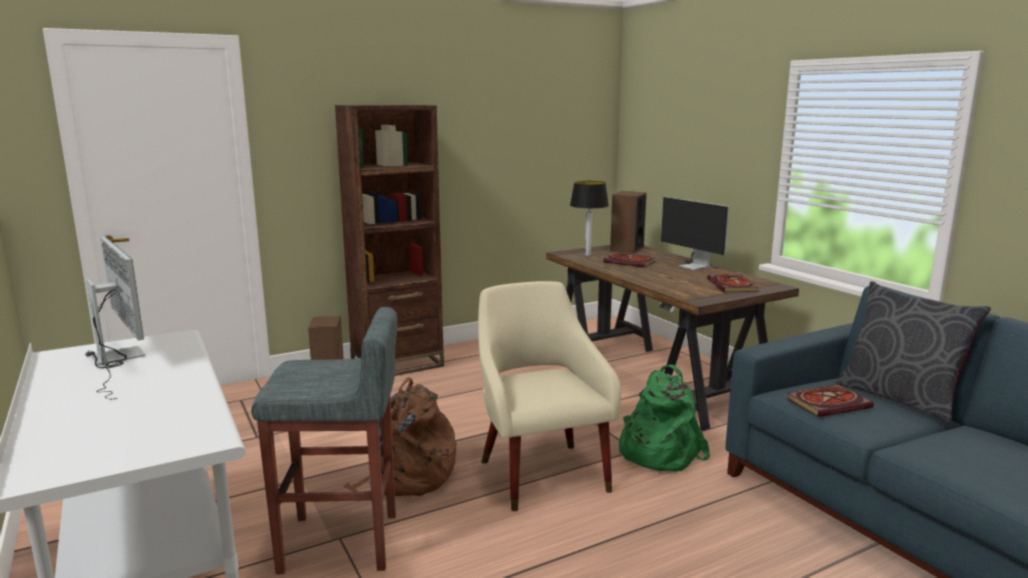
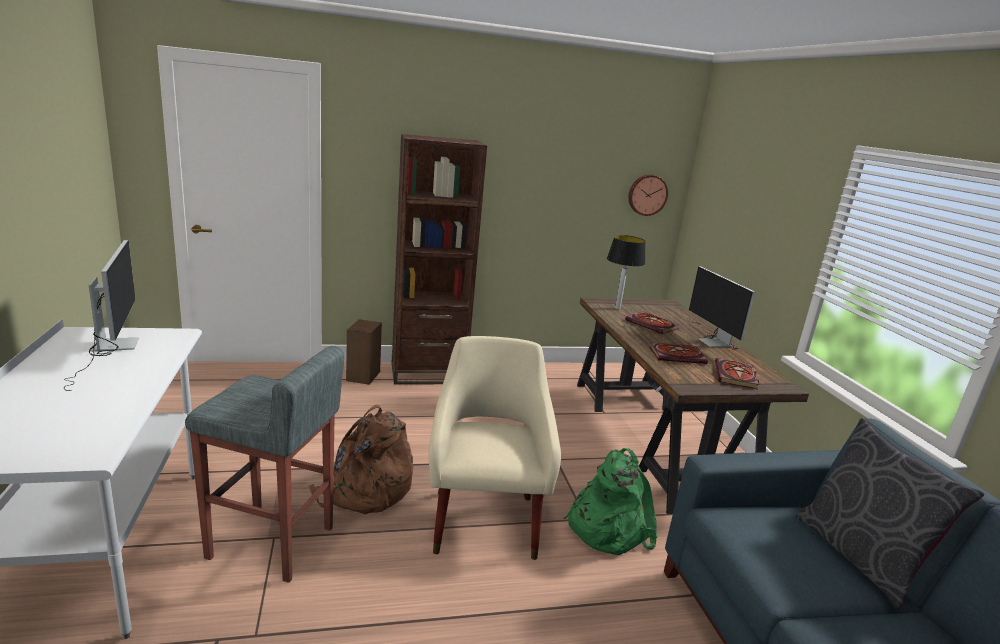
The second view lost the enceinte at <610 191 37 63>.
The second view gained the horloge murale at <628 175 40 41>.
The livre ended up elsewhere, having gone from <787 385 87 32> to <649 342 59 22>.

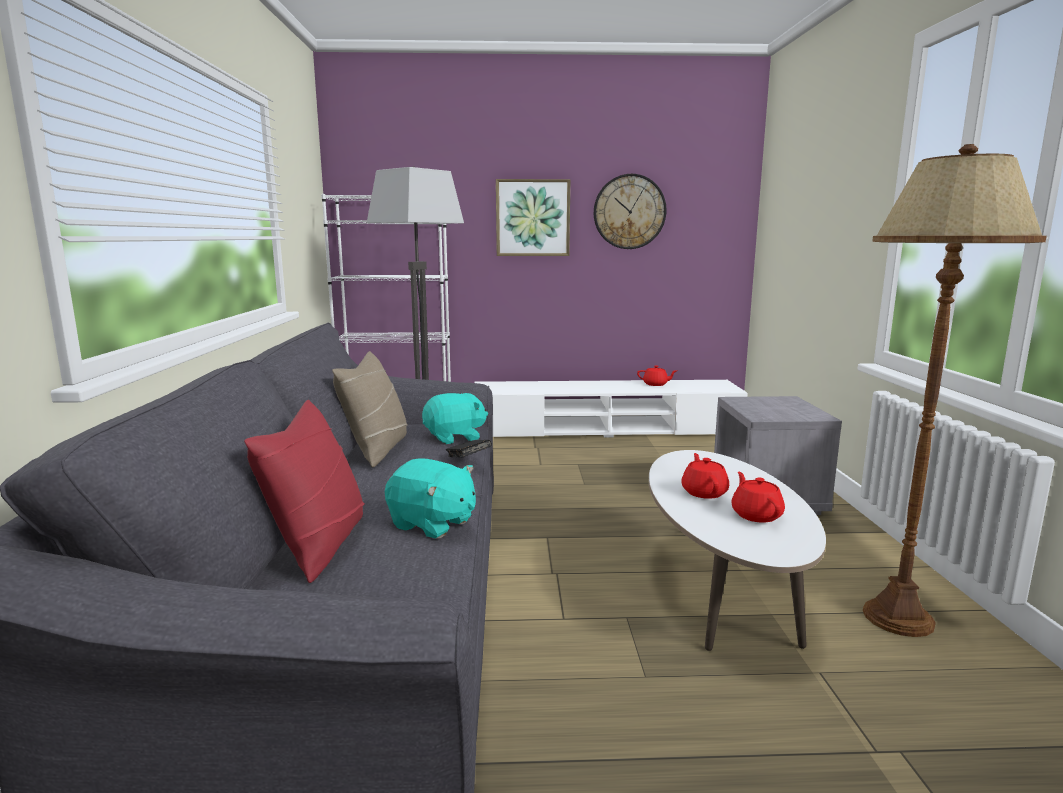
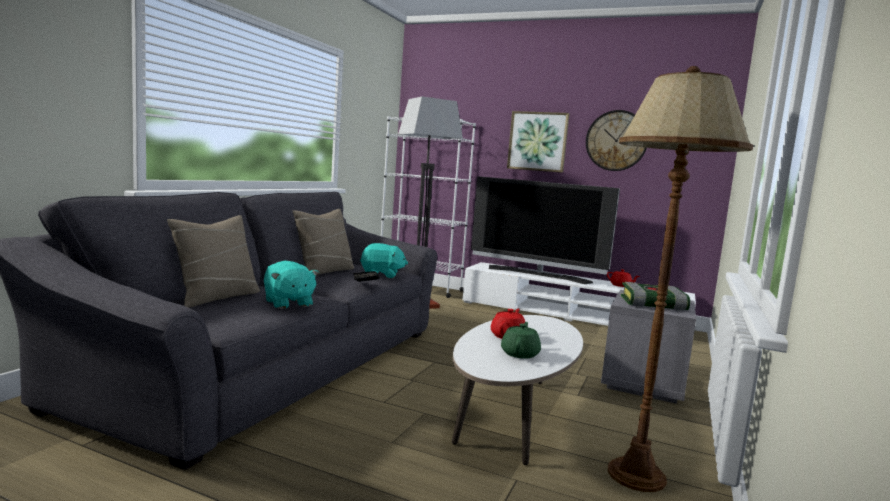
The second view gained the téléviseur at <471 176 149 108>.
The second view gained the livre at <621 282 69 29>.
What was the coussin (rouge) at <244 400 121 183> turned into the coussin (beige) at <167 215 93 93>.
What was the théière (rouge) at <731 472 54 51> turned into the théière (vert) at <501 322 40 37>.

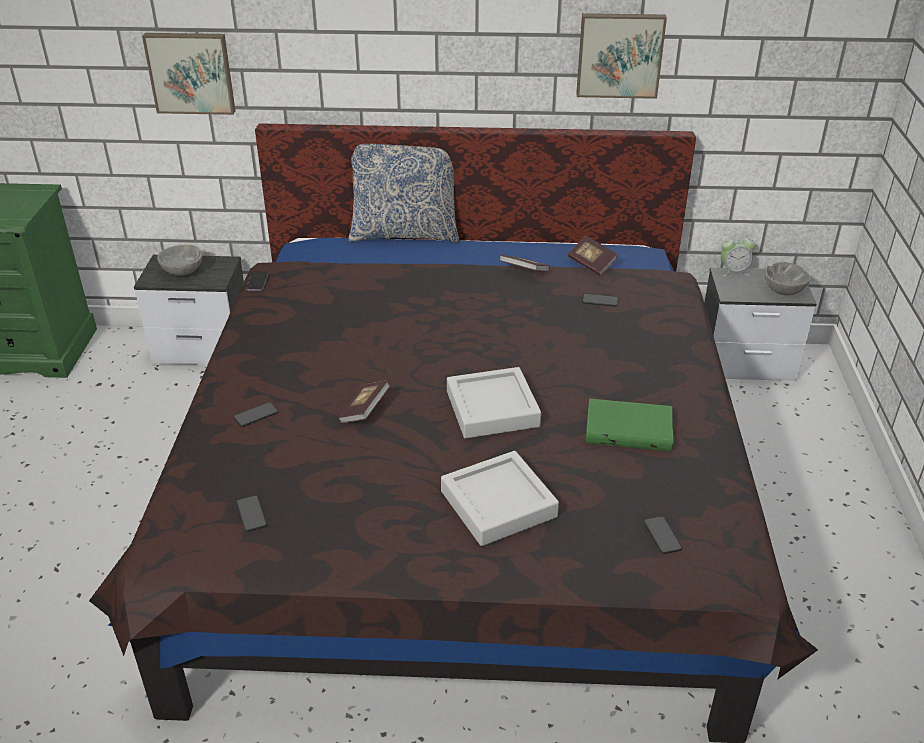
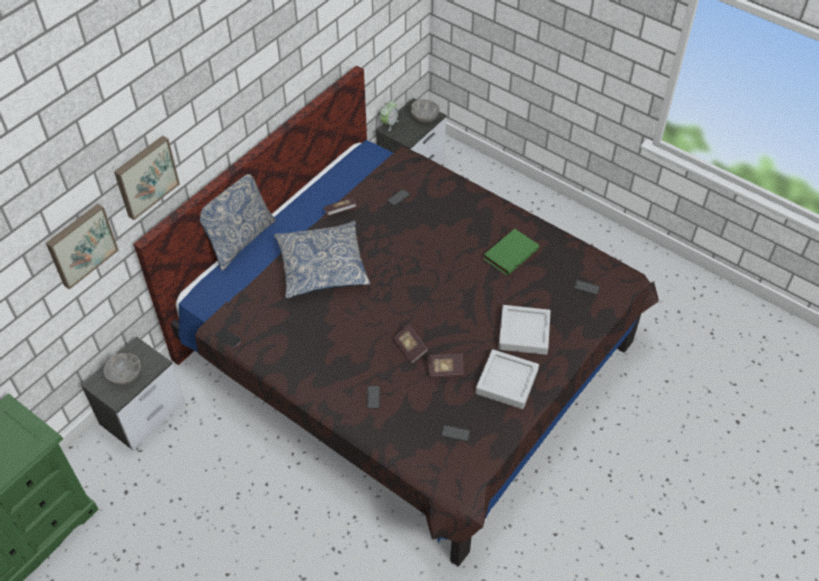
The second view gained the coussin at <274 221 96 77>.
The plateau (gris) ended up elsewhere, having gone from <447 367 94 71> to <476 349 63 60>.
The livre ended up elsewhere, having gone from <568 236 49 40> to <428 353 36 25>.
The tableau ended up elsewhere, having gone from <576 13 91 86> to <114 136 66 84>.

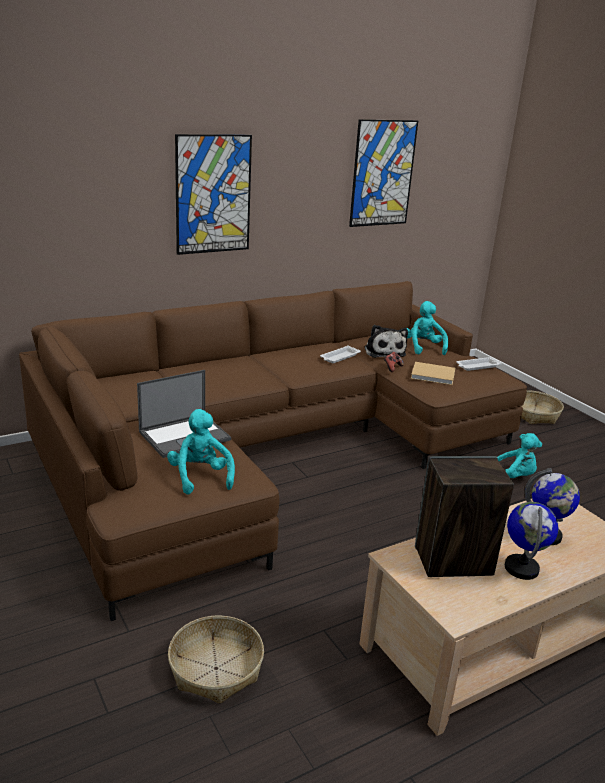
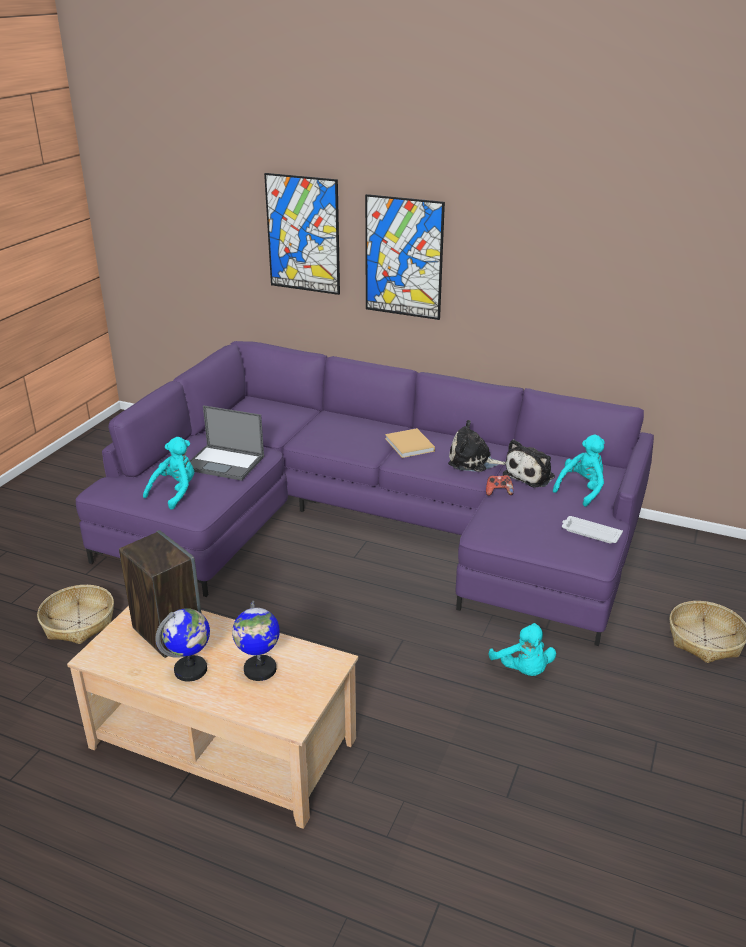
The tableau ended up elsewhere, having gone from <349 119 69 108> to <264 173 76 122>.
The livre (beige) ended up elsewhere, having gone from <411 362 44 23> to <385 428 50 30>.
Where the plateau (blanc) stood at <320 345 41 18>, the peluche came to stand at <448 420 58 52>.
What was the canapé (marron) at <19 281 508 340> turned into the canapé (violet) at <76 341 578 305>.

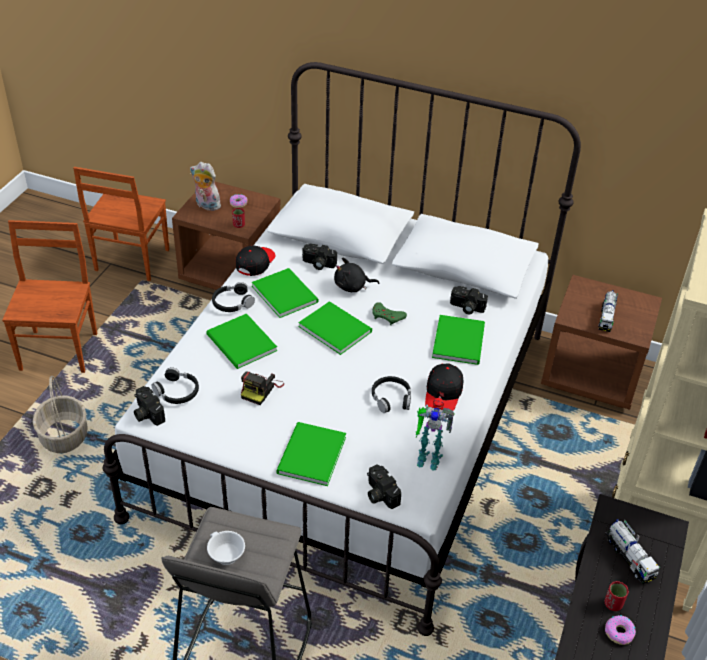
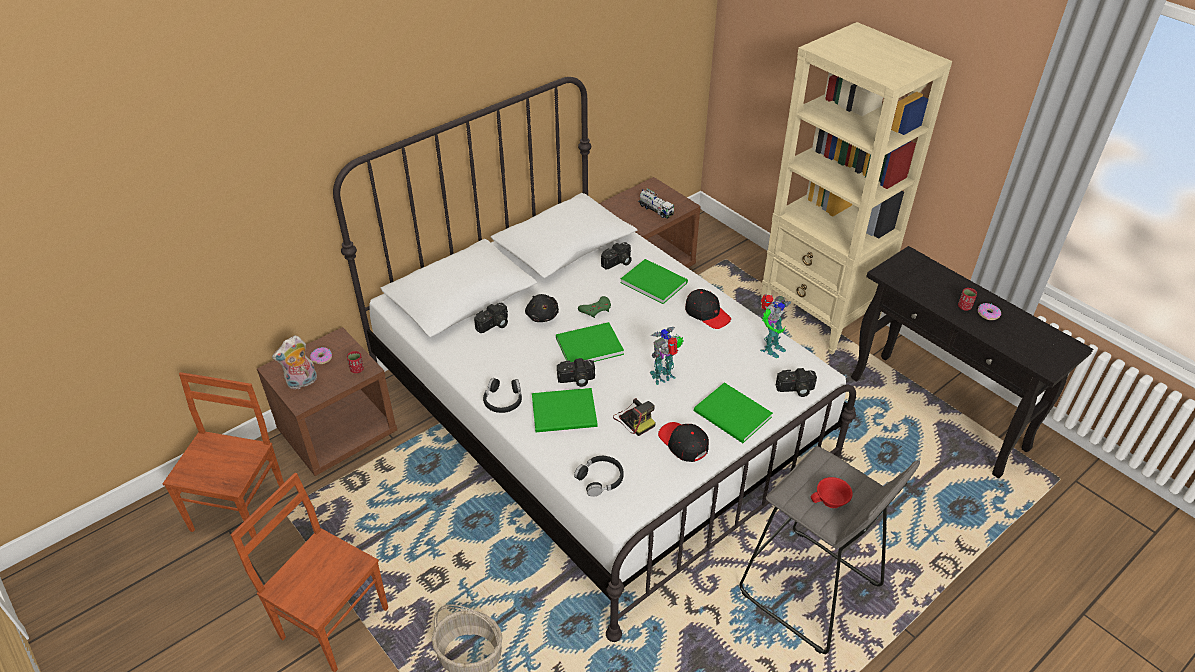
The second view lost the livre (vert) at <252 268 67 50>.
The second view lost the casque audio (noir) at <372 376 39 37>.
The second view lost the camion jouet at <606 519 54 65>.
The second view gained the robot jouet at <650 327 34 58>.
The appareil photo ended up elsewhere, having gone from <134 386 31 40> to <557 358 38 29>.
The casquette (noir) ended up elsewhere, having gone from <236 245 40 31> to <658 422 51 40>.
What was the tasse (blanc) at <207 531 38 34> turned into the tasse (rouge) at <811 477 42 31>.
The chaise (marron) at <73 167 96 114> ended up facing another way, 120 degrees counterclockwise from before.
The peluche (noir) at <334 257 45 35> ended up facing another way, 45 degrees counterclockwise from before.

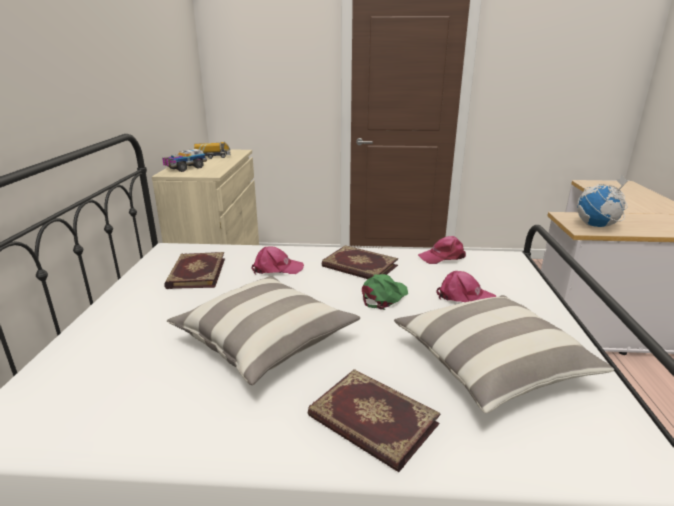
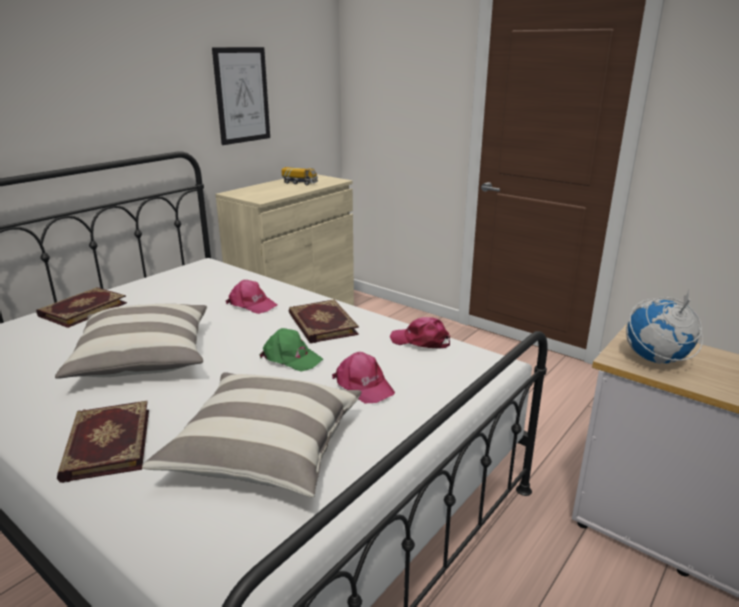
The second view lost the camion jouet at <162 149 45 23>.
The second view gained the tableau at <212 47 58 98>.
The livre ended up elsewhere, having gone from <164 252 61 37> to <36 287 91 41>.
The casquette (vert) at <362 274 46 36> ended up facing another way, 45 degrees clockwise from before.

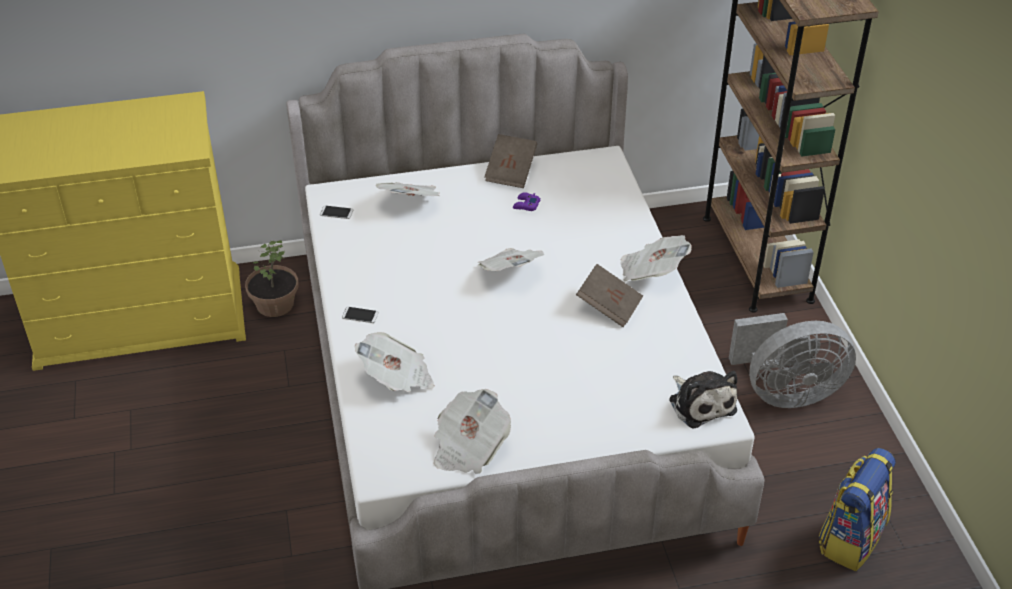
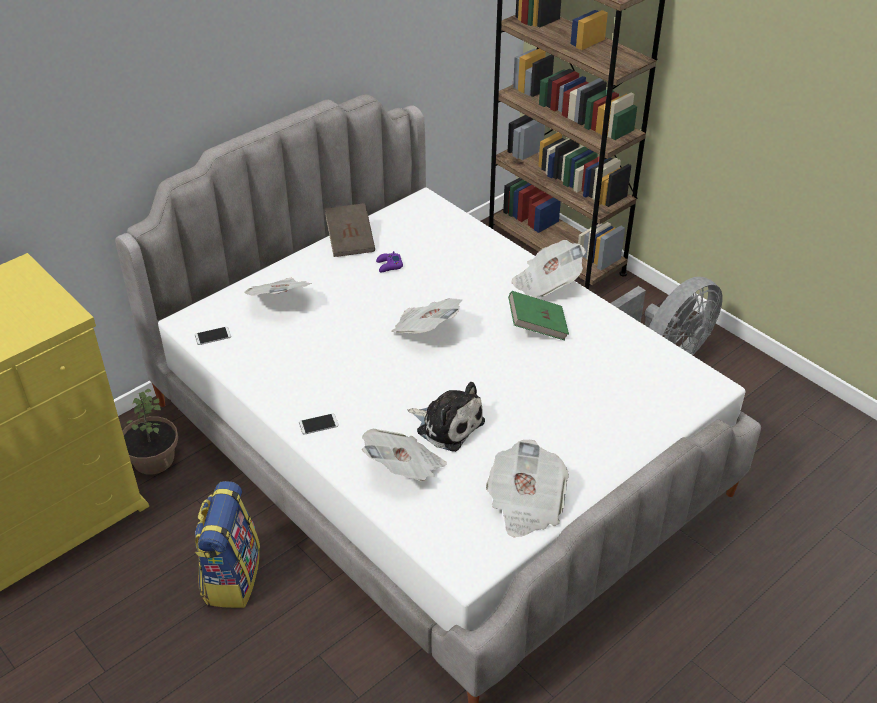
The peluche ended up elsewhere, having gone from <669 371 68 58> to <407 382 78 70>.
The sac à dos ended up elsewhere, having gone from <819 448 77 123> to <195 481 65 127>.
What was the livre (marron) at <576 264 67 63> turned into the livre (vert) at <508 291 61 50>.

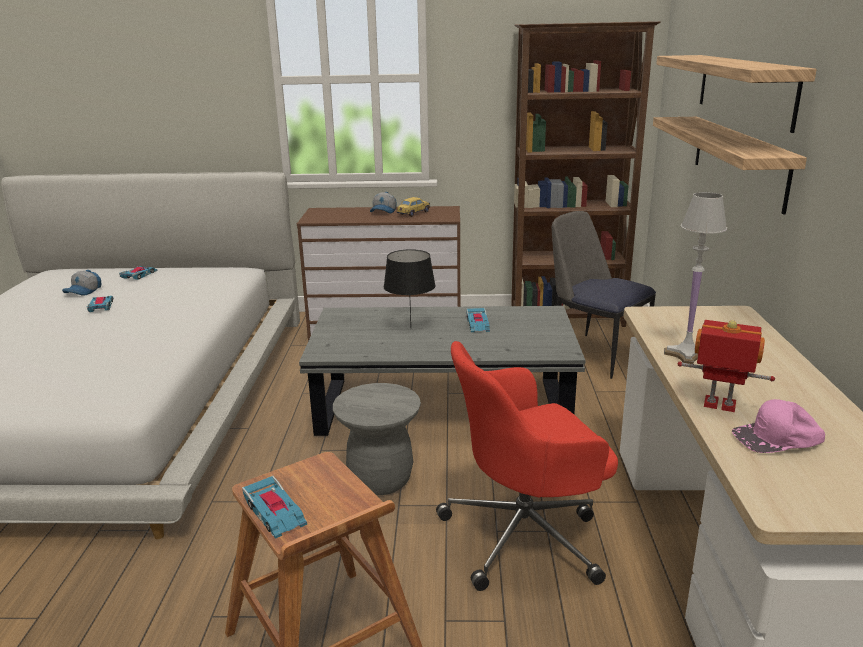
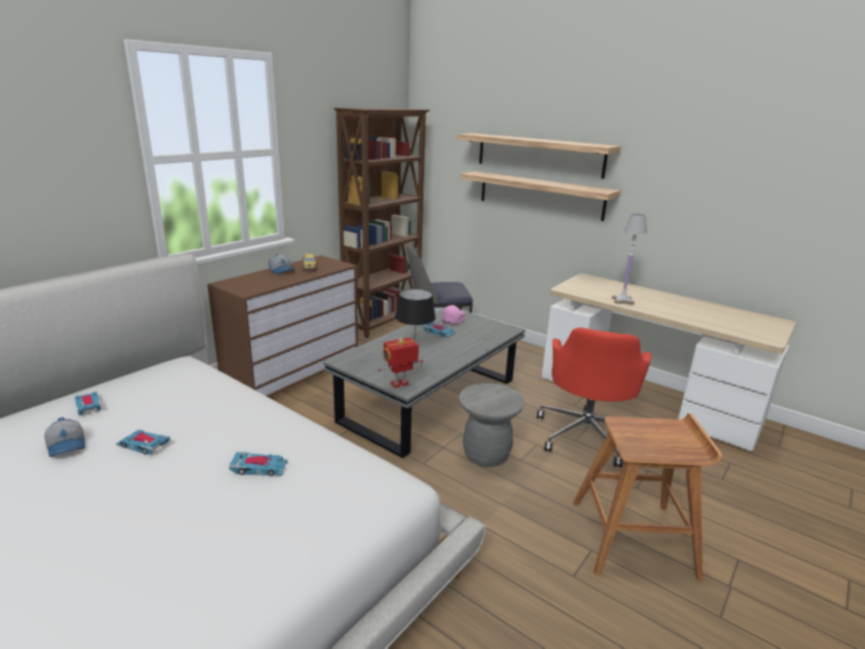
The petite voiture ended up elsewhere, having gone from <242 476 65 63> to <229 451 58 25>.
The robot jouet ended up elsewhere, having gone from <677 320 98 92> to <378 337 45 51>.
The casquette (rose) ended up elsewhere, having gone from <732 399 93 54> to <438 305 27 21>.

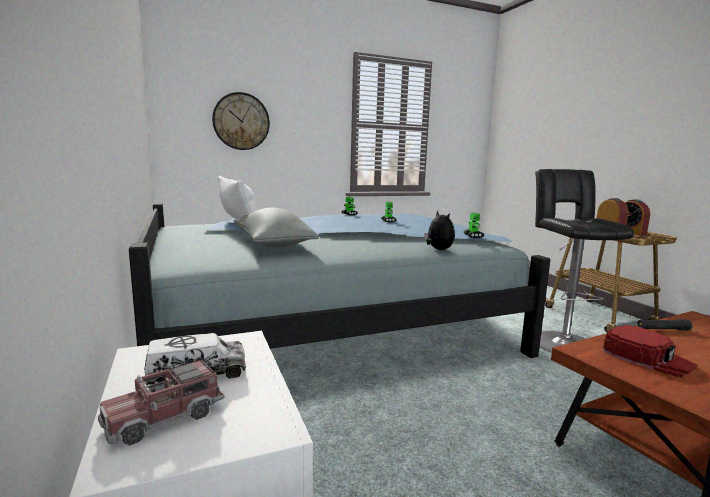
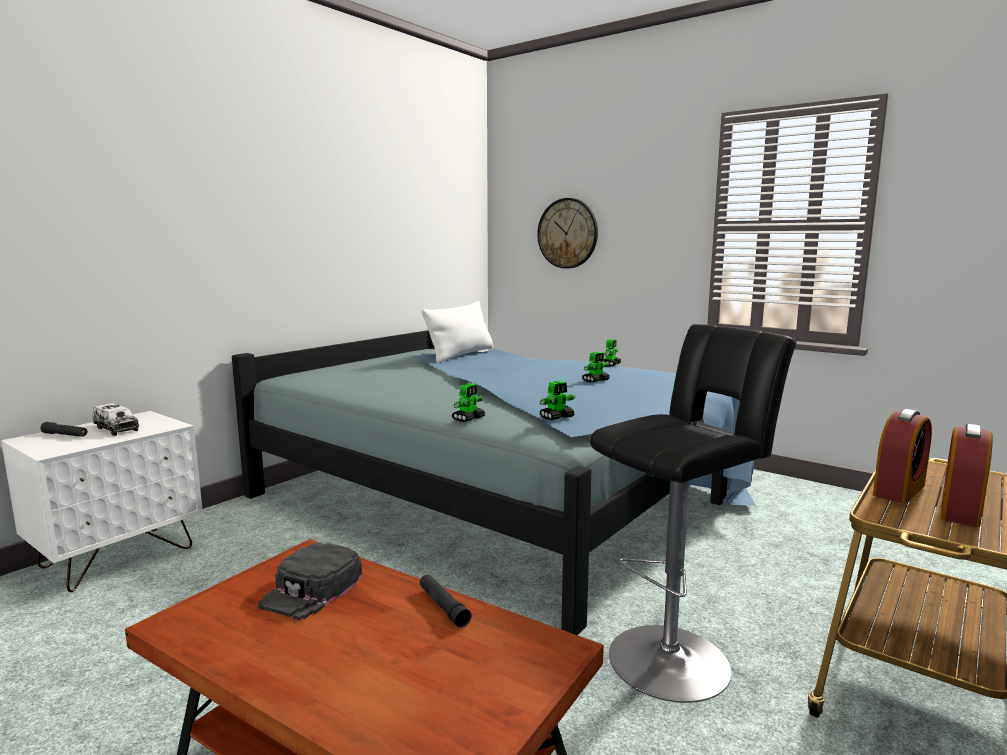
The second view lost the coussin (gris) at <234 207 85 41>.
Where the camion jouet stood at <98 358 126 88>, the lampe de poche (noir) came to stand at <40 422 48 15>.
Where the peluche stood at <424 211 31 39>, the robot jouet came to stand at <452 383 33 39>.
What was the casquette (rouge) at <603 325 95 52> turned into the casquette (noir) at <258 542 104 78>.

